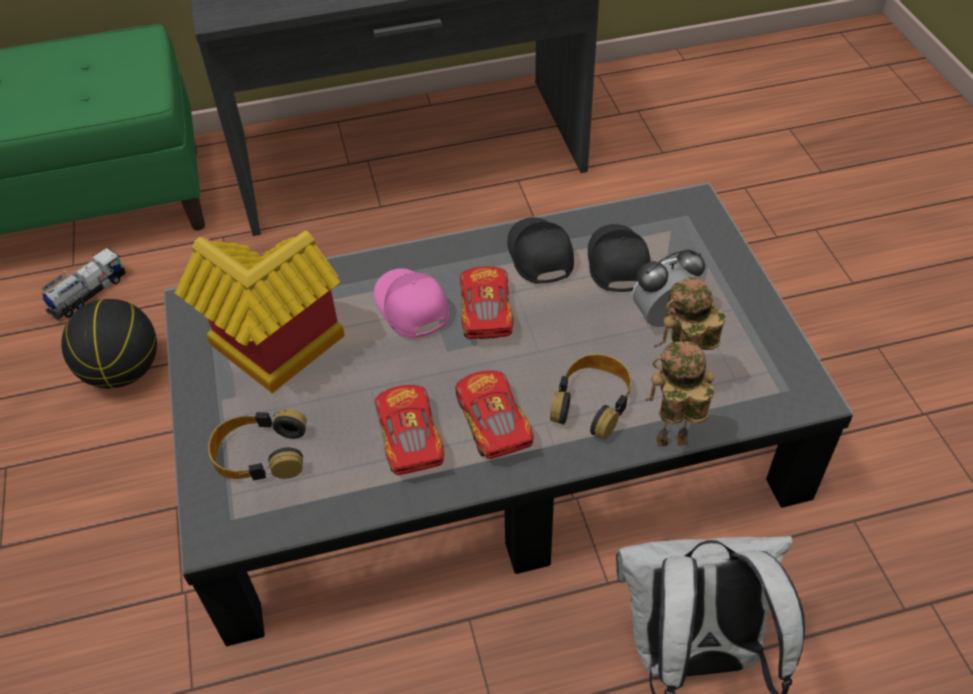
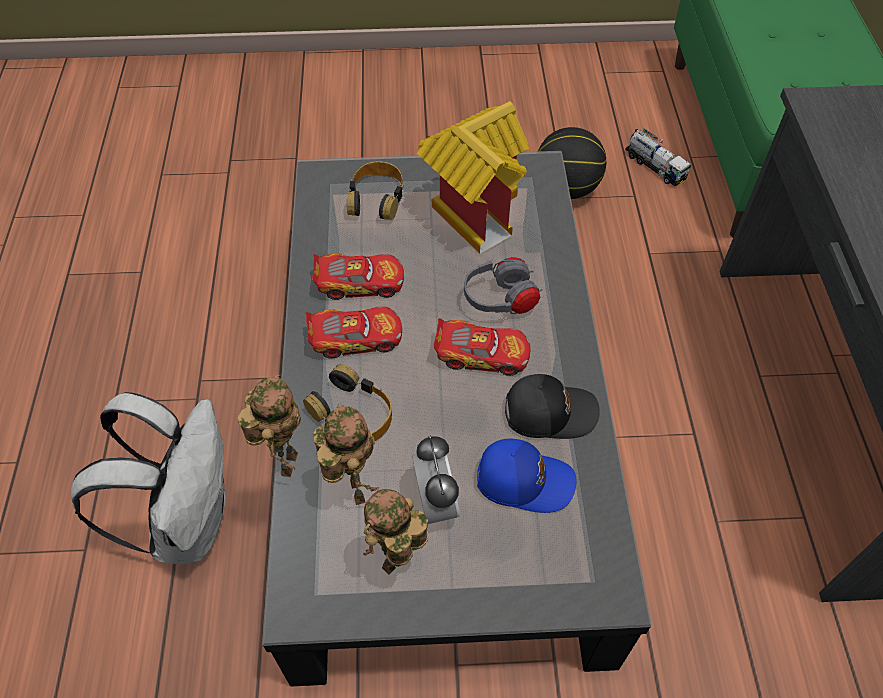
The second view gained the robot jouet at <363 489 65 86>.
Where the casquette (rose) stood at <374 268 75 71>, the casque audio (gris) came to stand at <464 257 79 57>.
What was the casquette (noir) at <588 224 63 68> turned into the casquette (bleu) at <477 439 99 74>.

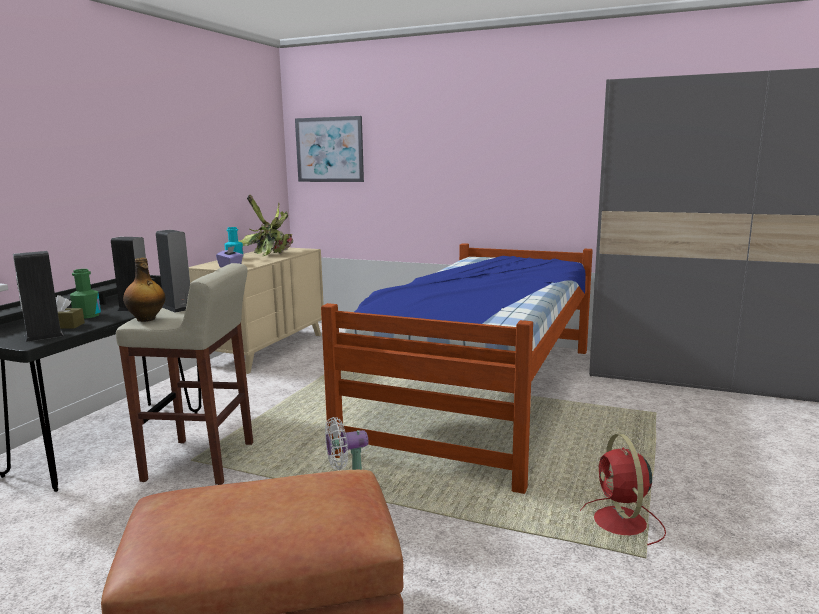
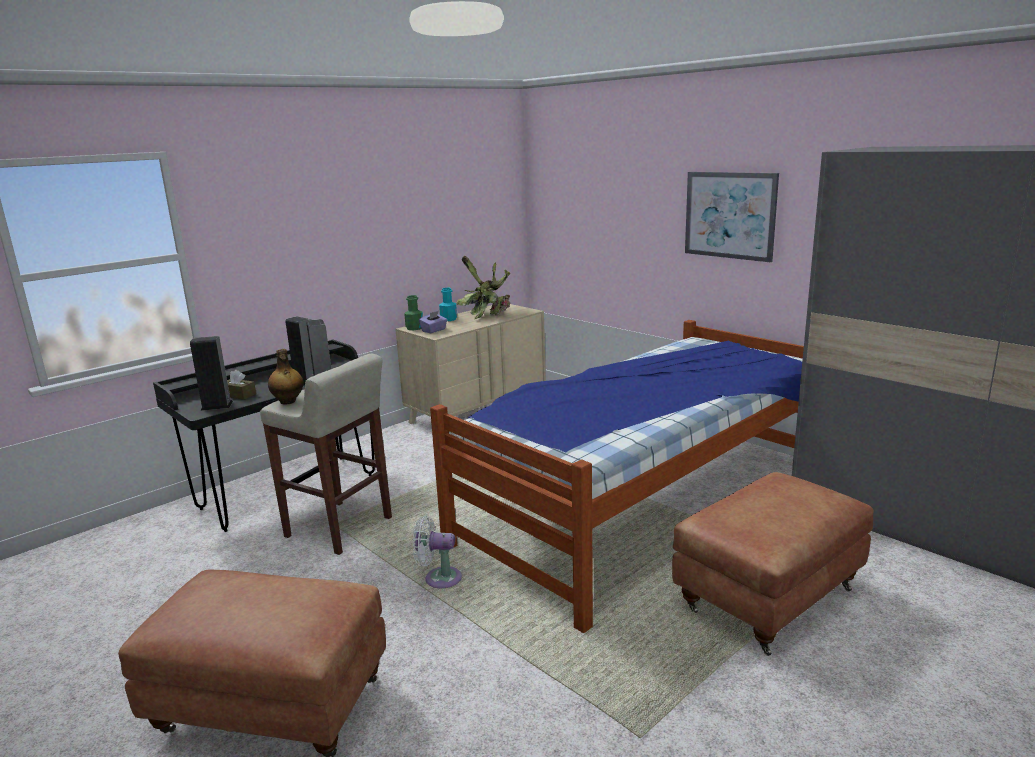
The second view lost the ventilateur (rouge) at <580 434 86 111>.
The second view gained the pouf (marron) at <672 472 202 184>.
The bouteille (vert) ended up elsewhere, having gone from <70 269 31 50> to <404 295 19 35>.
The tableau ended up elsewhere, having gone from <295 116 69 66> to <685 172 94 90>.

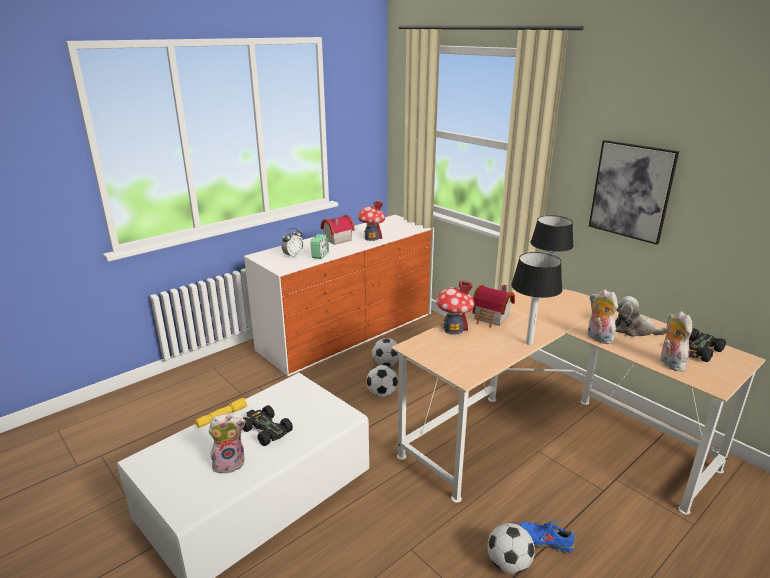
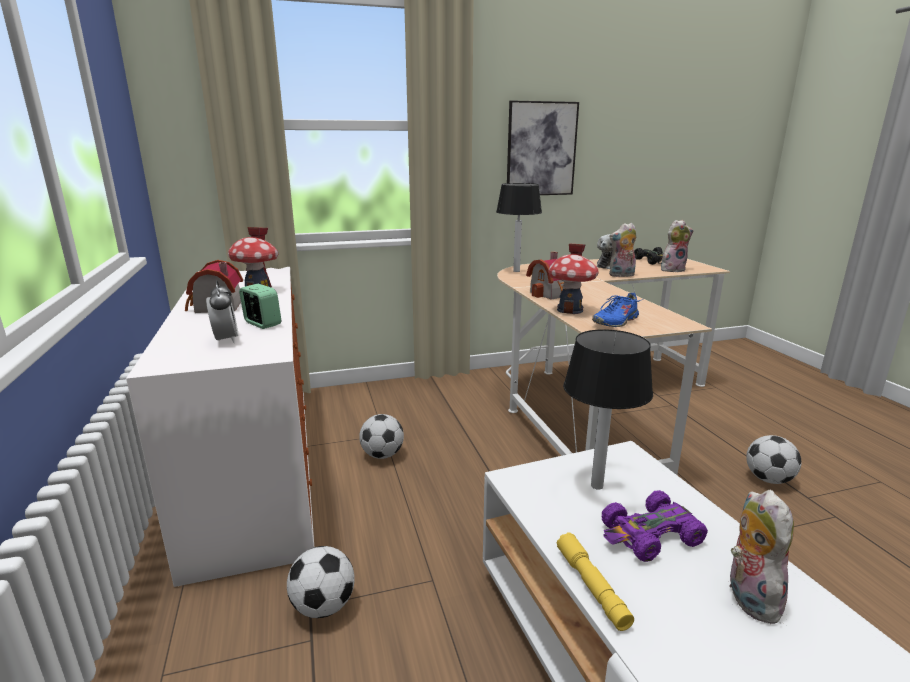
The ballon de foot ended up elsewhere, having gone from <366 365 32 32> to <287 546 68 72>.
The lampe de table ended up elsewhere, having gone from <511 252 52 93> to <563 329 90 161>.
The chaussure (bleu) ended up elsewhere, having gone from <519 521 56 32> to <592 292 51 35>.
What was the petite voiture (noir) at <242 405 51 41> turned into the petite voiture (violet) at <602 490 106 72>.
The peluche at <661 311 32 61> ended up facing another way, 150 degrees clockwise from before.

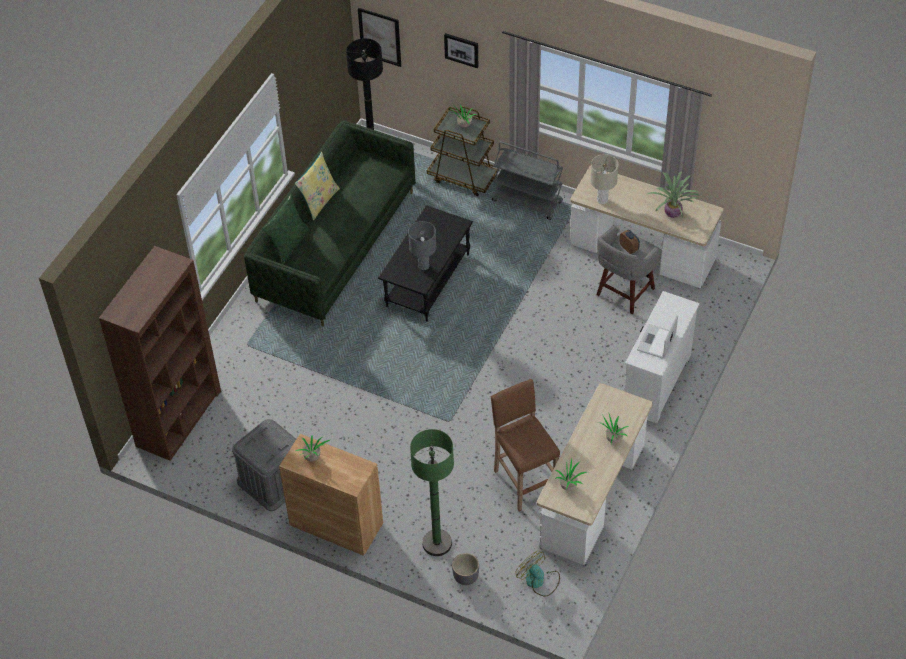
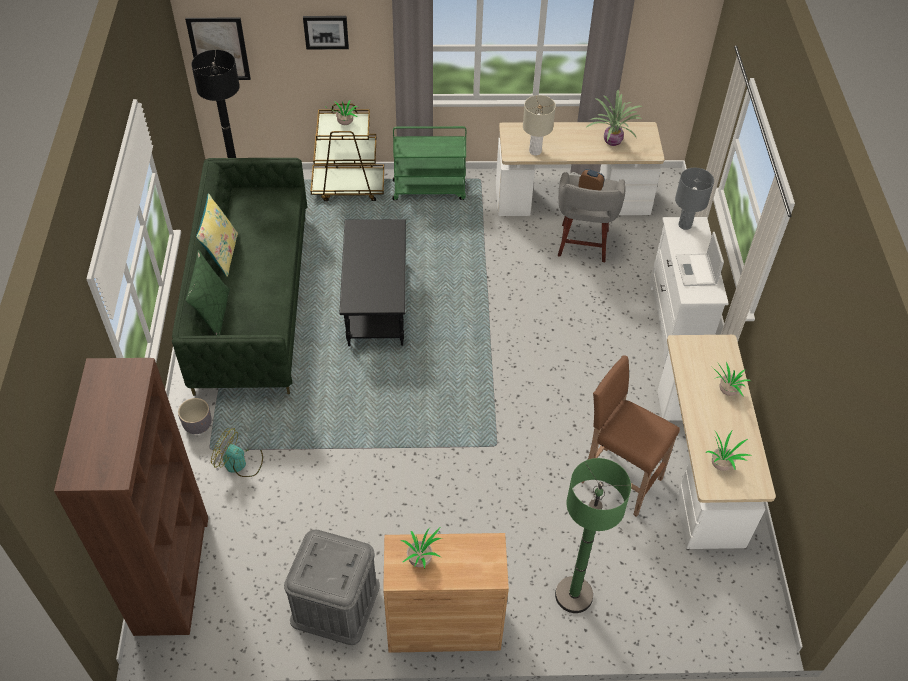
The lampe de table (gris) ended up elsewhere, having gone from <408 221 28 49> to <675 168 39 62>.
The cache-pot (gris) ended up elsewhere, having gone from <452 553 27 32> to <178 398 34 36>.
The ventilateur ended up elsewhere, having gone from <515 550 45 47> to <211 428 52 49>.
What was the chariot (gris) at <492 141 71 79> turned into the chariot (vert) at <392 126 74 74>.

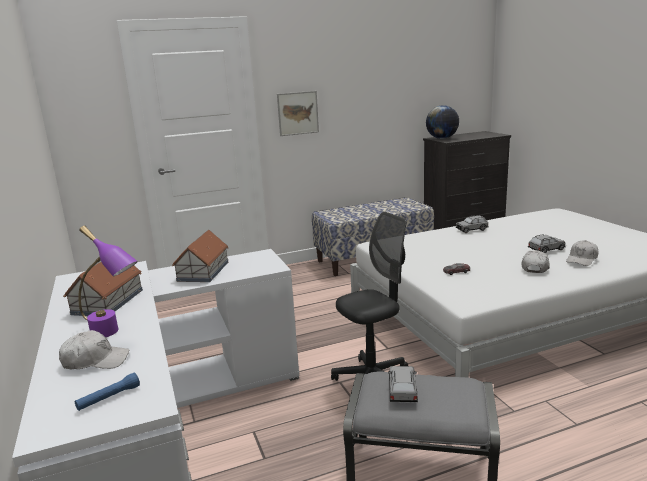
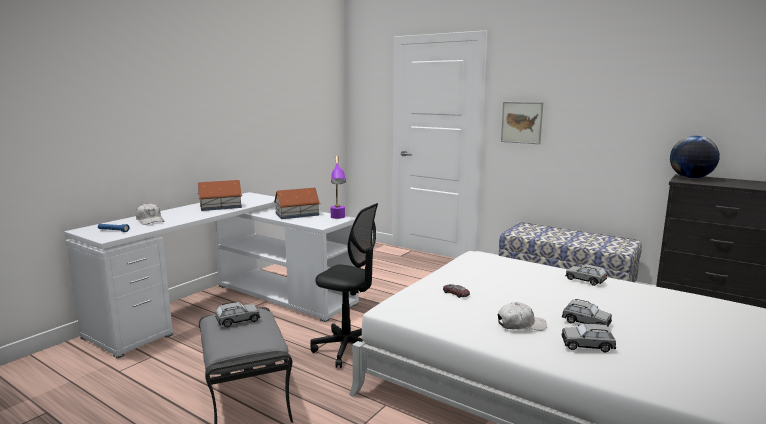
The lampe de table (violet) ended up elsewhere, having gone from <78 225 60 112> to <331 156 15 63>.
Where the casquette (blanc) stood at <566 240 33 26>, the petite voiture (gris) came to stand at <561 322 55 30>.

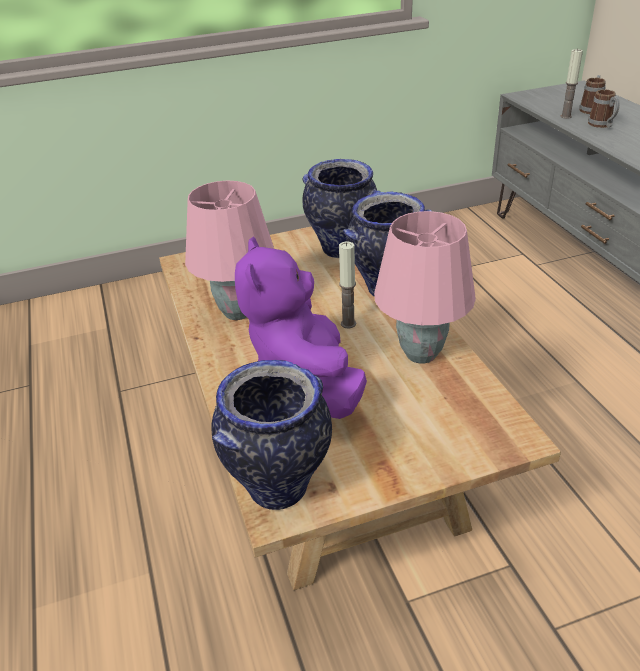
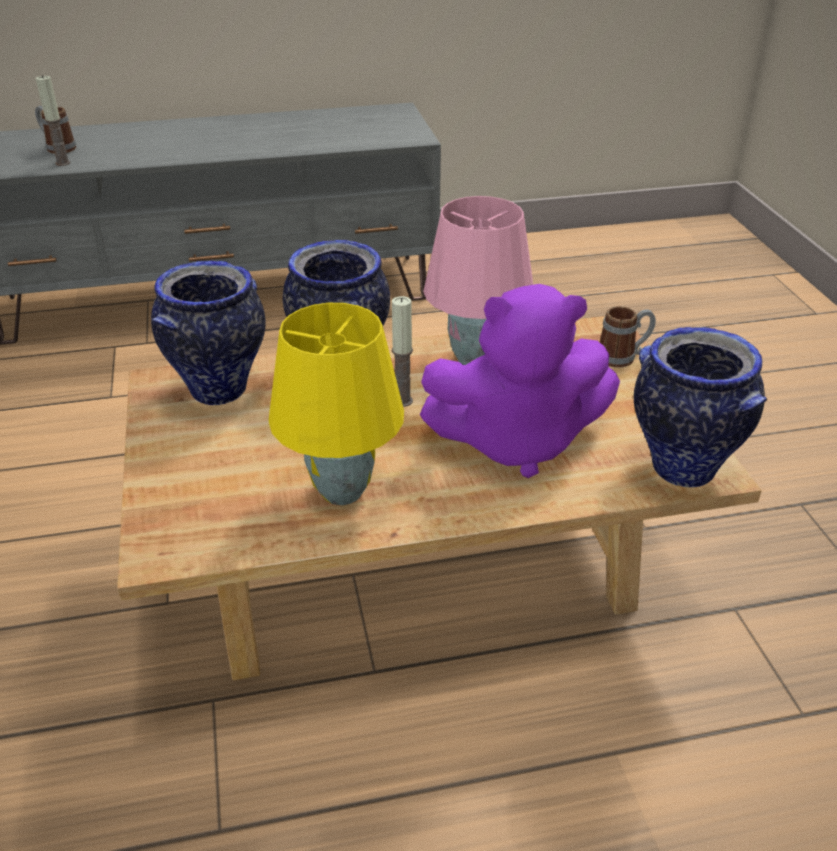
The mug ended up elsewhere, having gone from <588 90 32 38> to <600 306 56 62>.
What was the lampe de table (rose) at <185 180 89 140> turned into the lampe de table (jaune) at <268 303 136 202>.

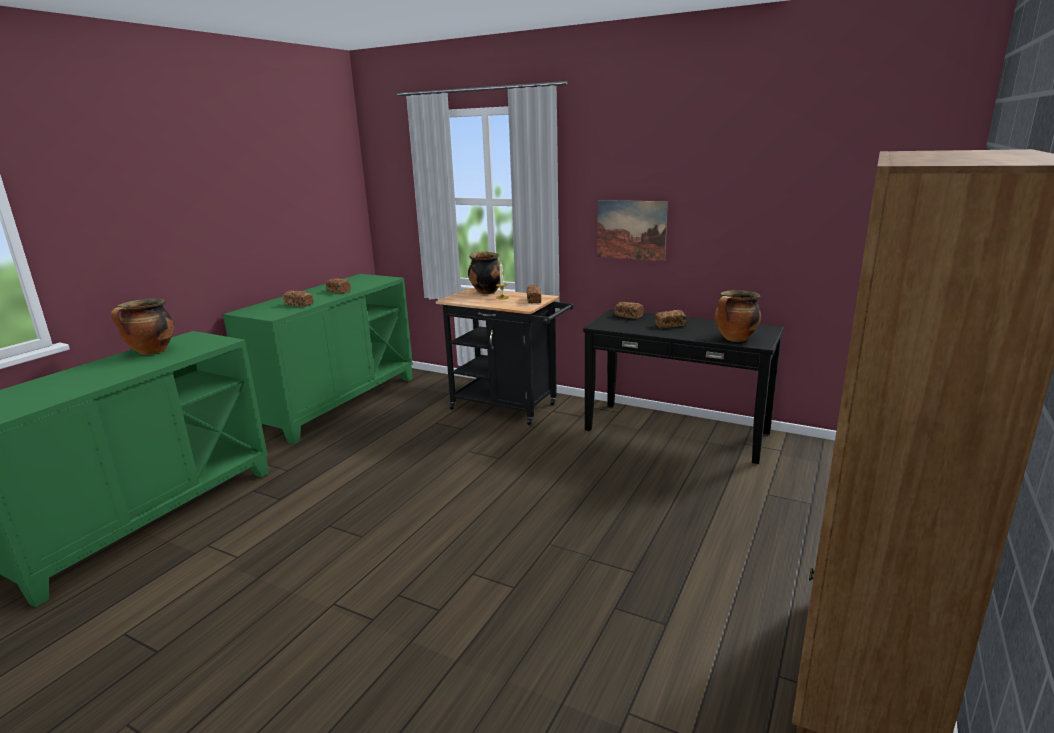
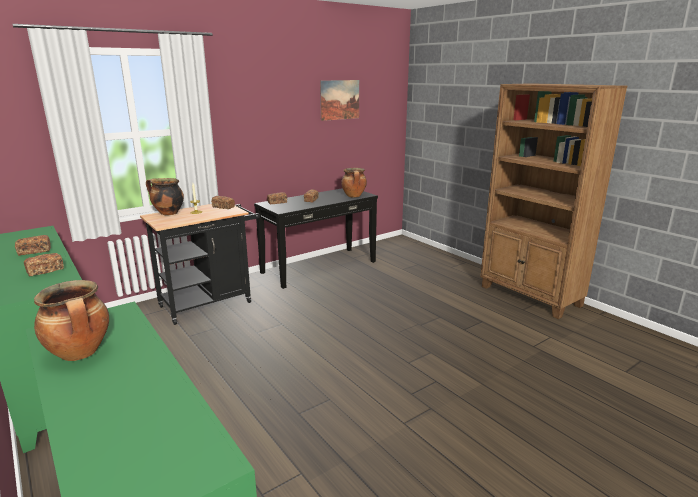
The tableau ended up elsewhere, having gone from <597 200 71 61> to <320 80 39 41>.

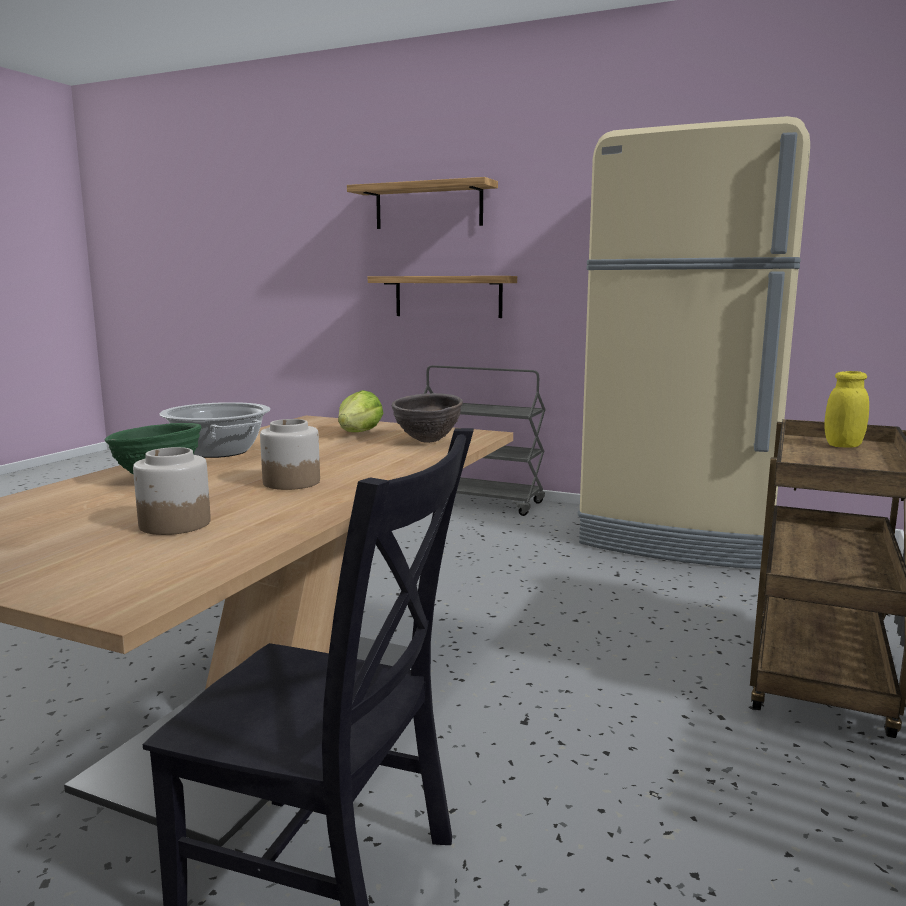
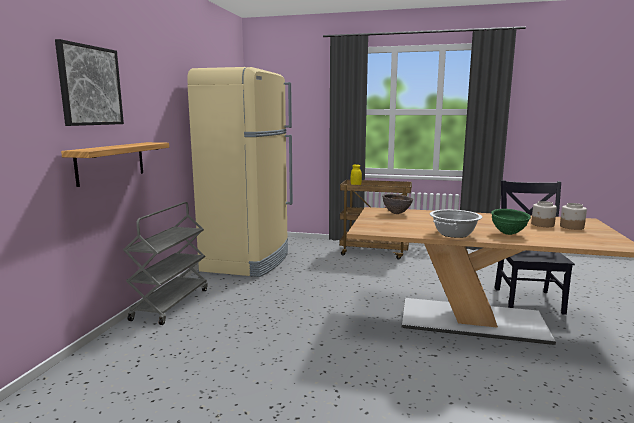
The second view lost the laitue at <338 390 45 42>.
The bocal ended up elsewhere, having gone from <260 419 60 71> to <560 203 27 27>.
Where the étagère hung at <347 177 151 52>, the tableau came to hang at <55 39 69 87>.

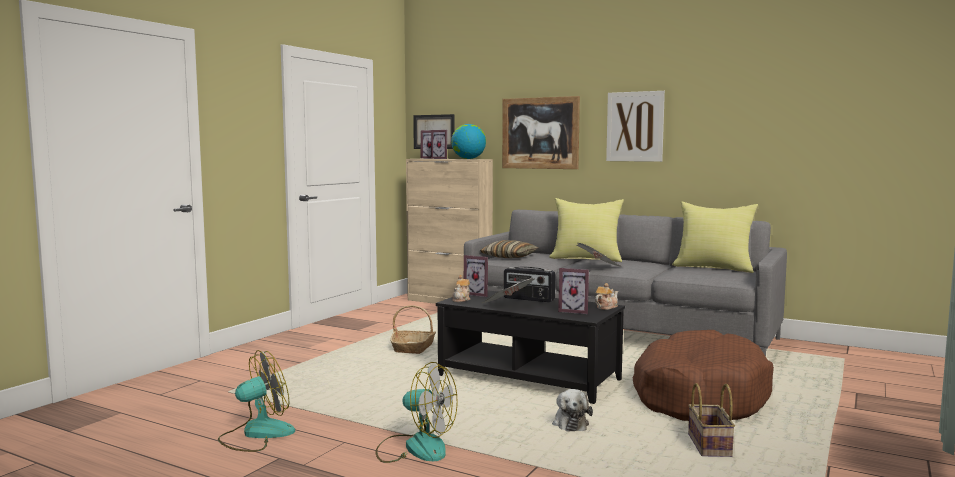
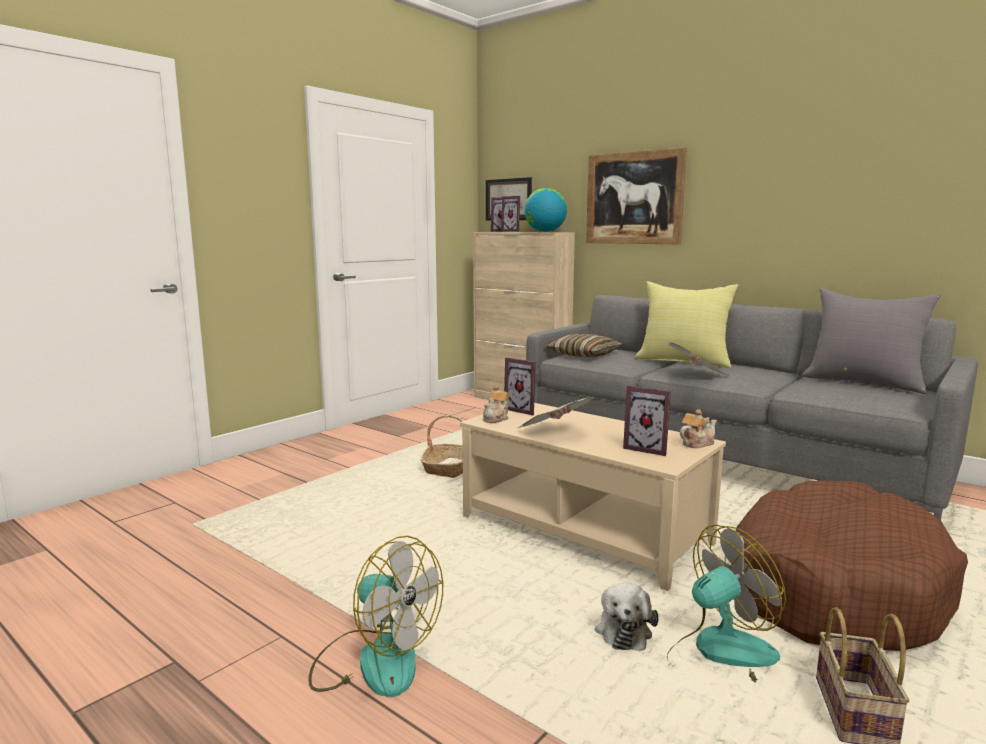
The second view lost the radio at <504 266 51 36>.
The second view lost the tableau at <606 91 59 71>.
The ventilateur ended up elsewhere, having gone from <218 350 77 102> to <667 525 119 158>.
What was the table basse (noir) at <436 290 189 114> turned into the table basse (beige) at <460 403 266 188>.
What was the coussin (jaune) at <672 201 86 72> turned into the coussin (gris) at <802 288 139 106>.

